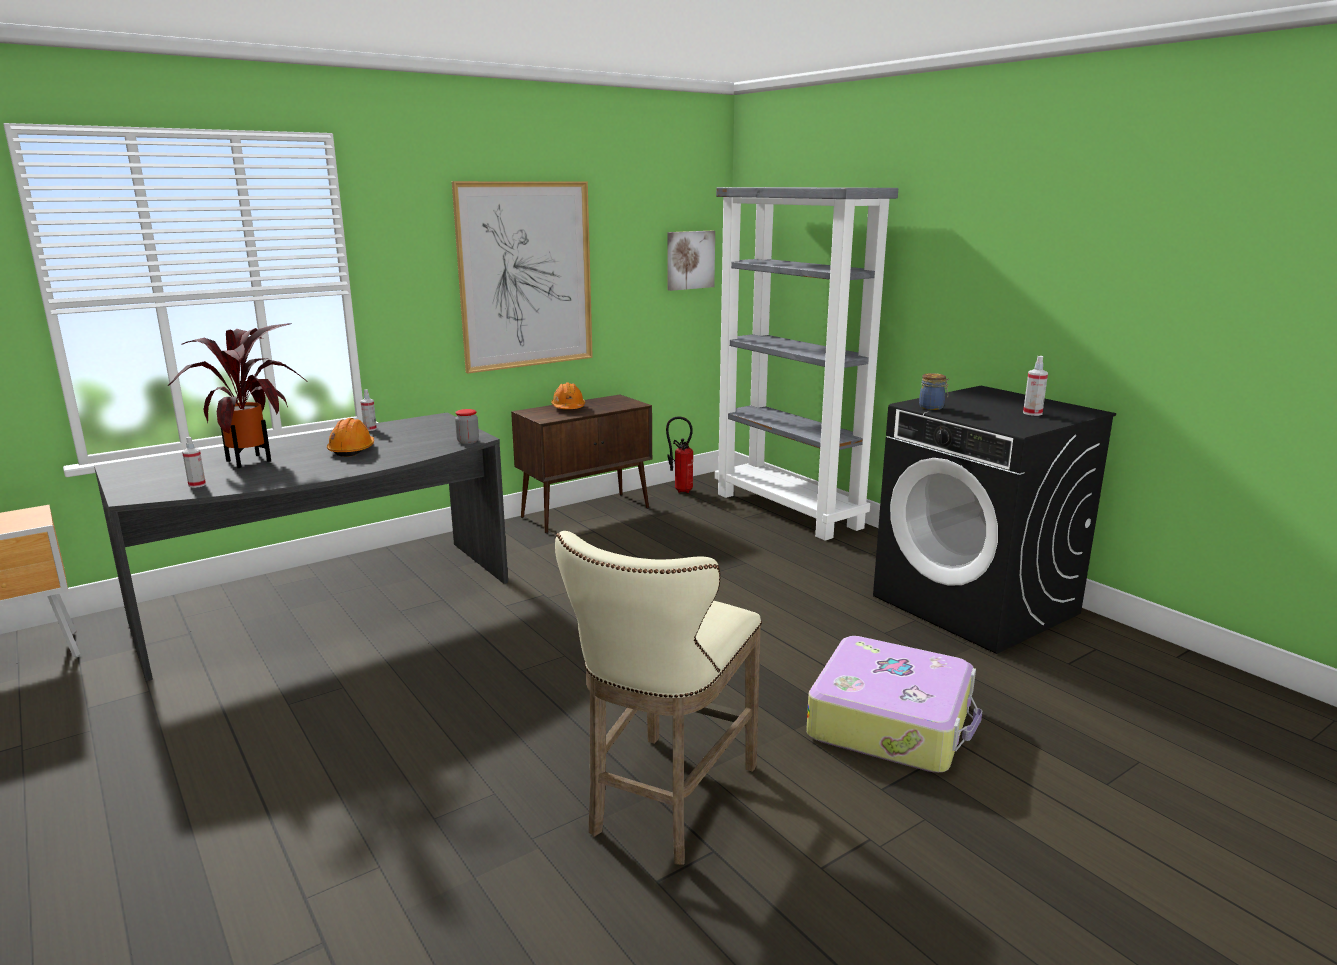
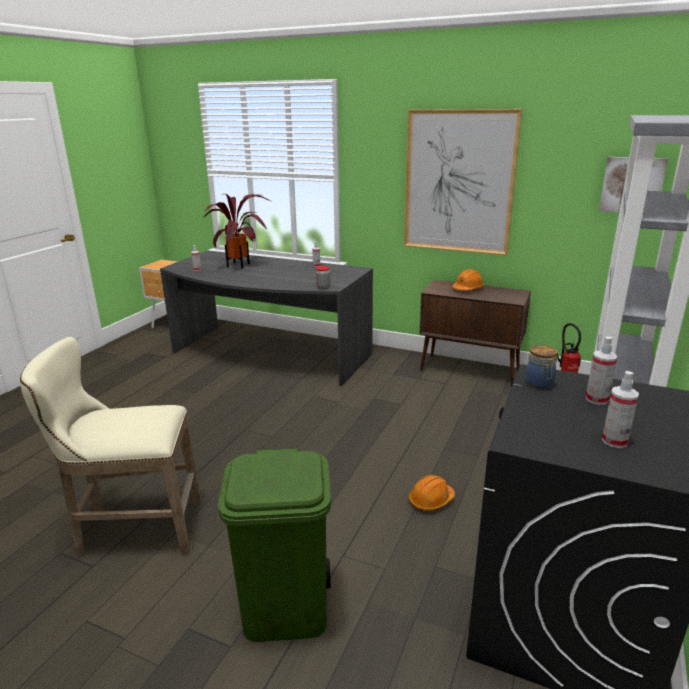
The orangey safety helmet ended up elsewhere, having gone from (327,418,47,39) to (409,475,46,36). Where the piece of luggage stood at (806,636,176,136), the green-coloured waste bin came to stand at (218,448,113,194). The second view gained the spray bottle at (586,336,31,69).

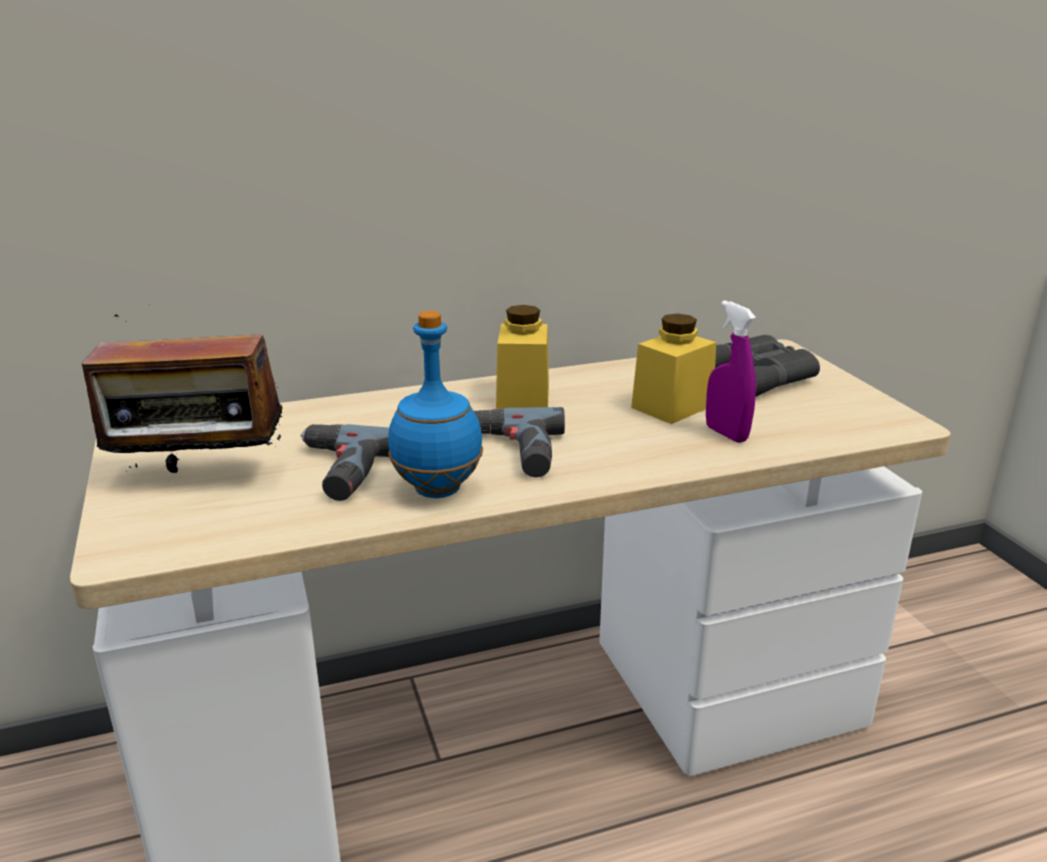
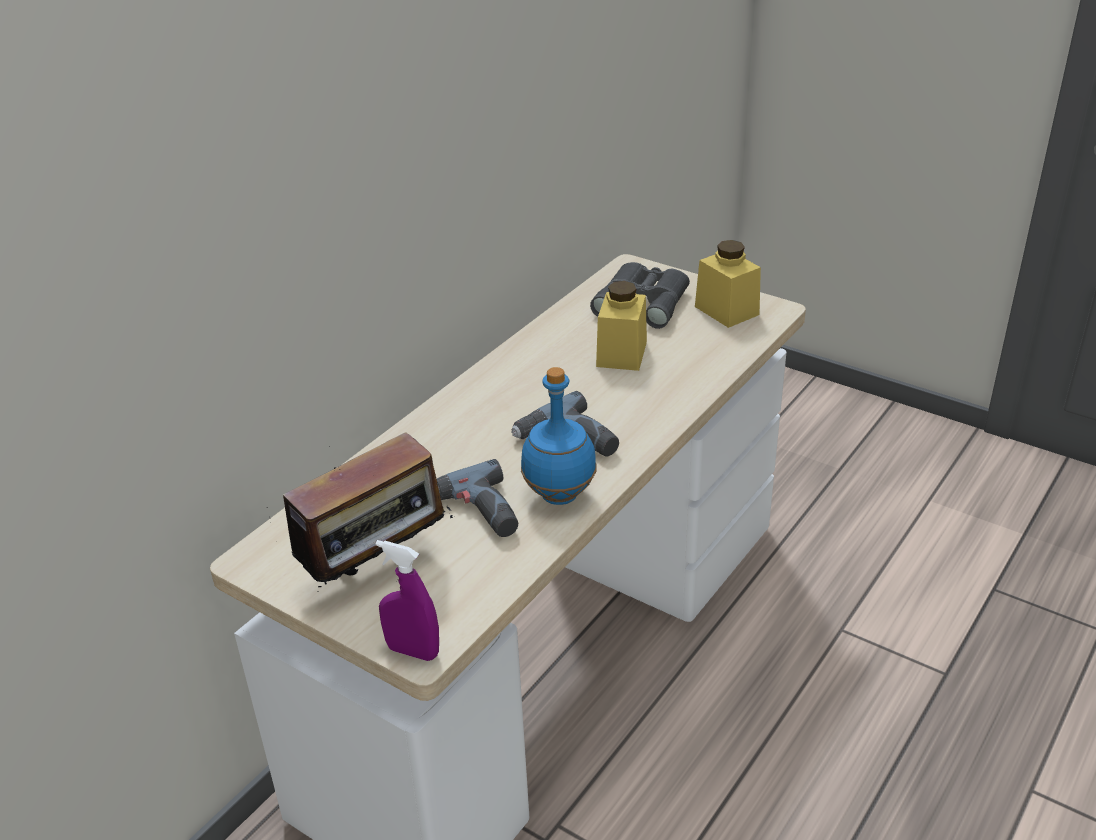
The yellow-coloured jar ended up elsewhere, having gone from (496,305,53,104) to (695,240,66,88). The purplish spray bottle ended up elsewhere, having gone from (706,300,50,143) to (376,540,63,121).

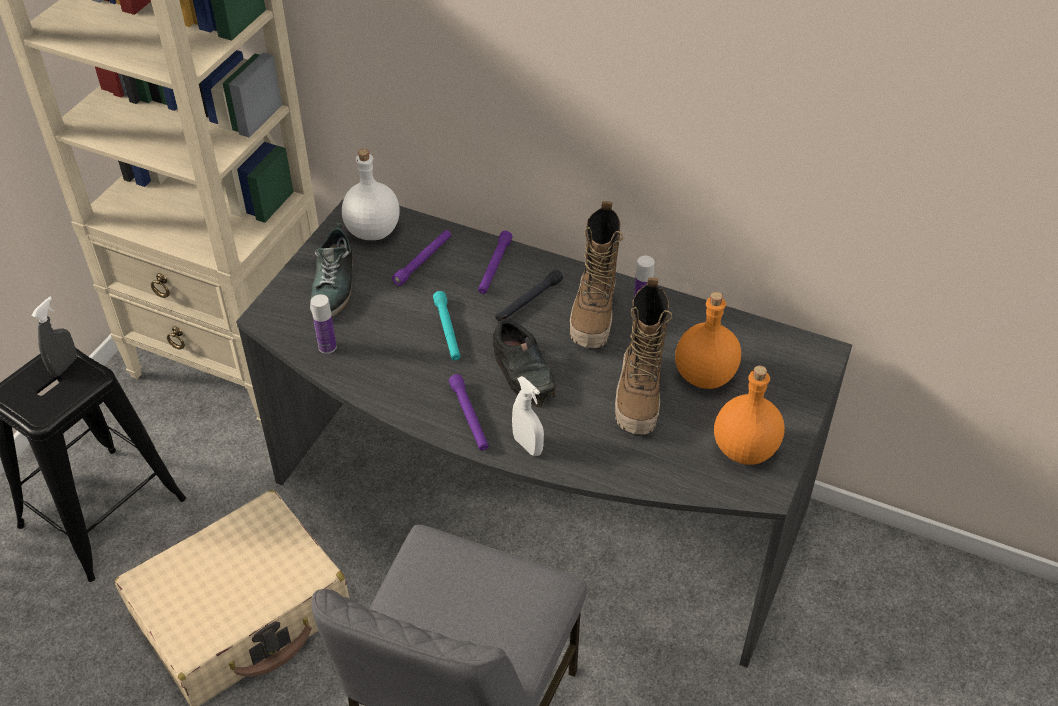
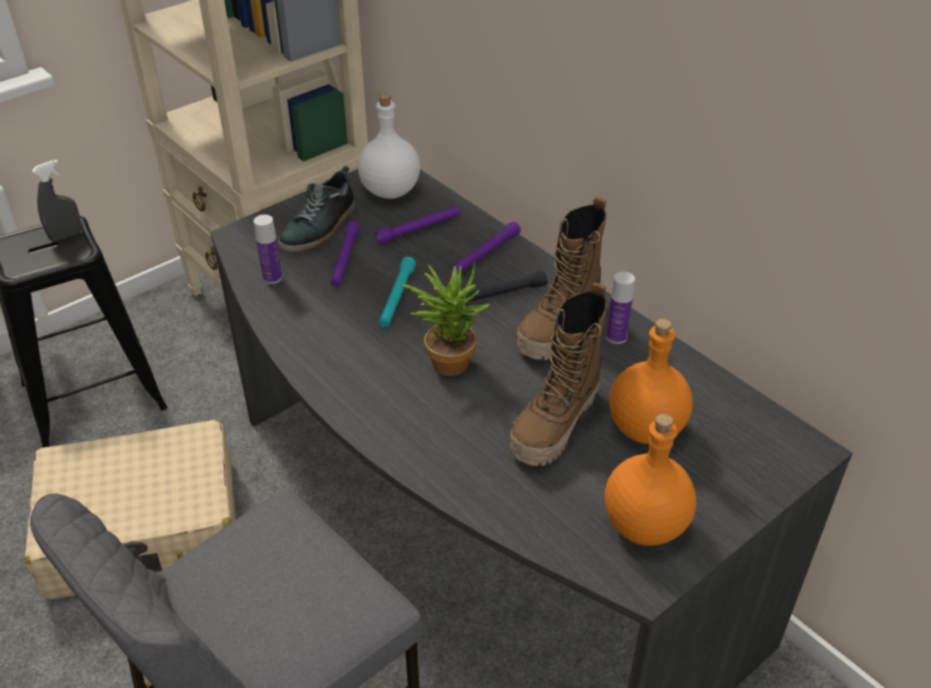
The purplish hand torch ended up elsewhere, having gone from (449,374,40,76) to (331,221,29,66). Where the black-coloured item of footwear stood at (493,315,63,93), the houseplant came to stand at (402,262,88,114). The second view lost the whitish spray bottle at (512,376,32,80).

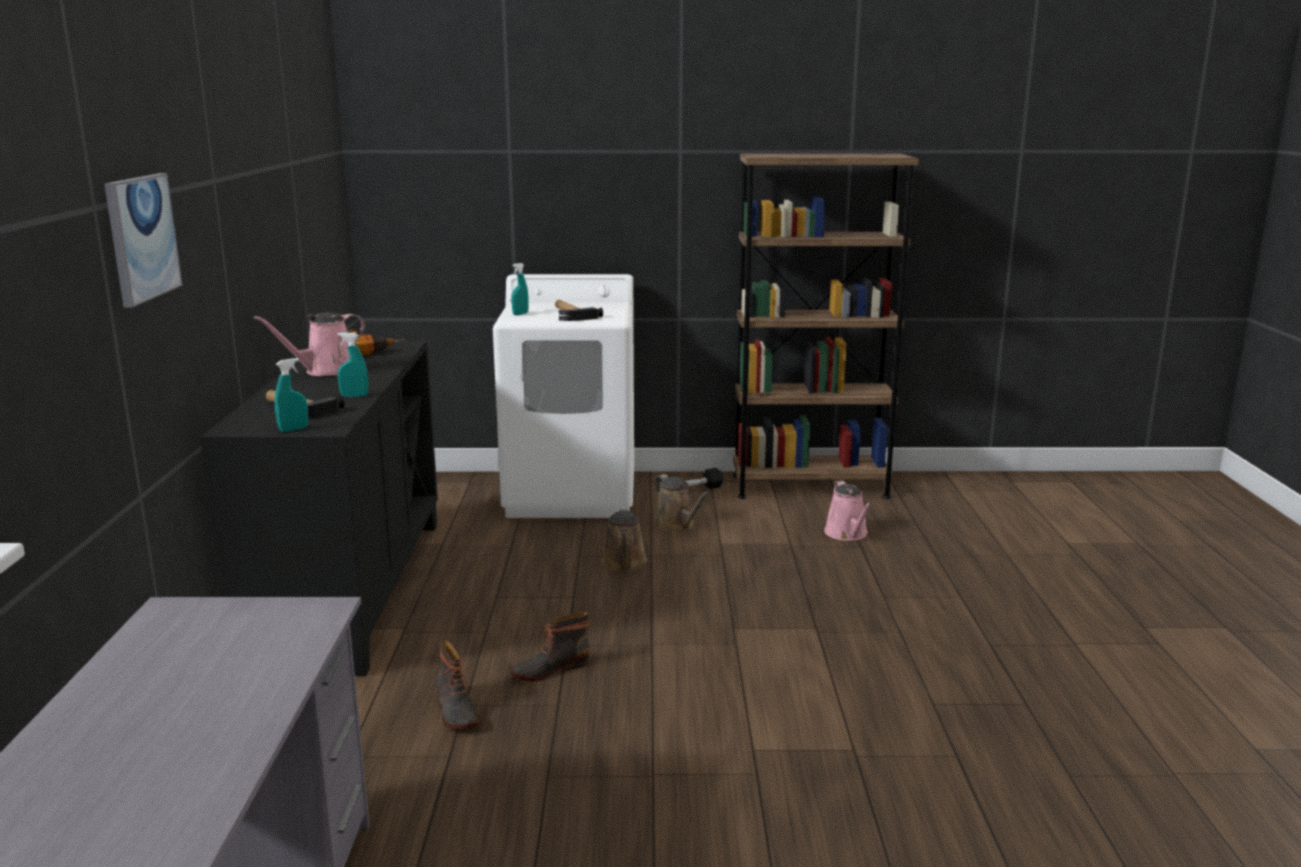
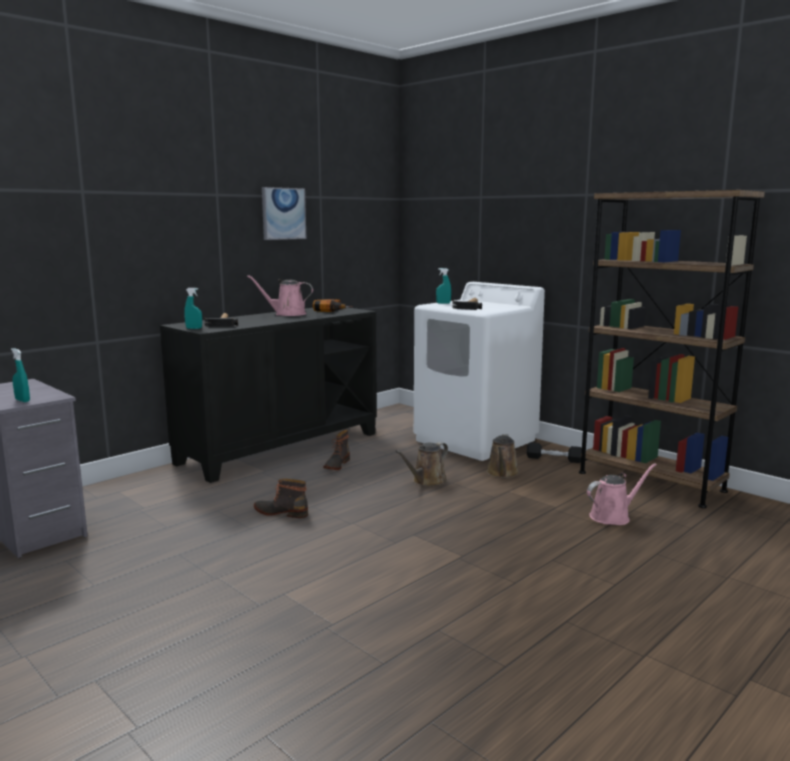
The wall art ended up elsewhere, having gone from (104,173,78,135) to (262,187,44,53). The turquoise-coloured spray bottle ended up elsewhere, having gone from (338,332,30,65) to (11,348,19,54). The high-top boot ended up elsewhere, having gone from (436,640,45,89) to (323,430,27,40). The pink watering can at (824,481,48,60) ended up facing another way, 150 degrees counterclockwise from before.

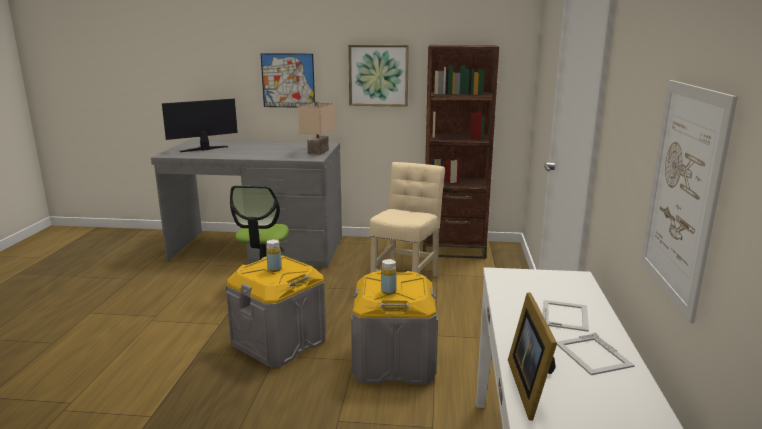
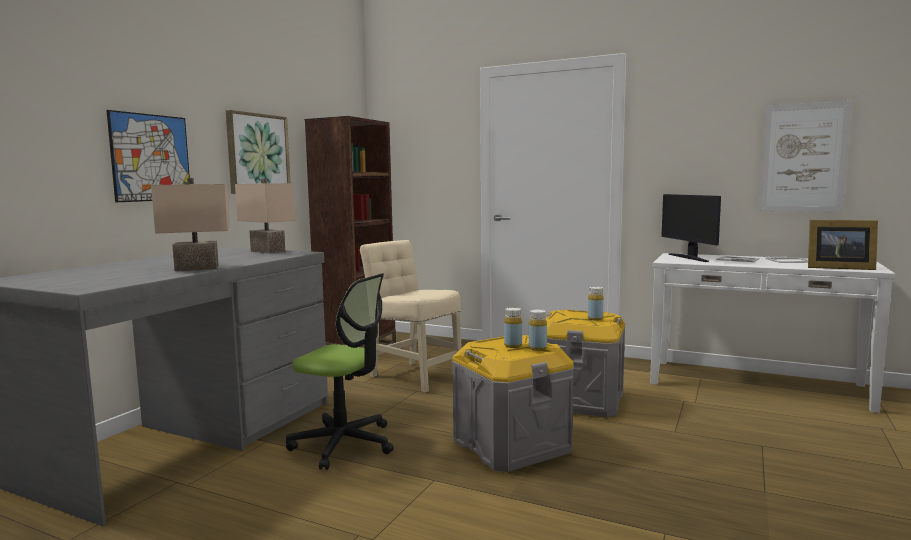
The computer screen ended up elsewhere, having gone from (162,99,76,53) to (661,194,60,68). The second view gained the beige lamp for a table at (151,178,79,93). The second view gained the yellow-coloured beverage bottle at (529,309,18,42).

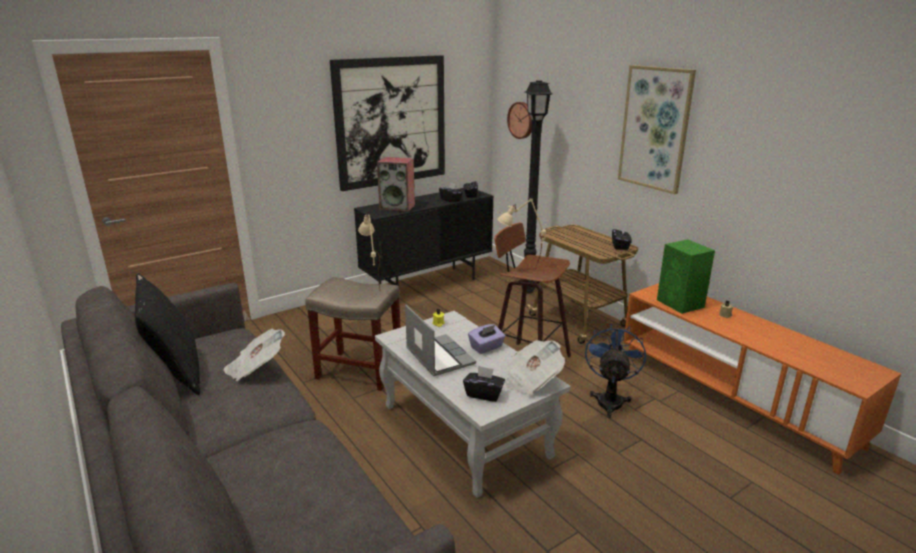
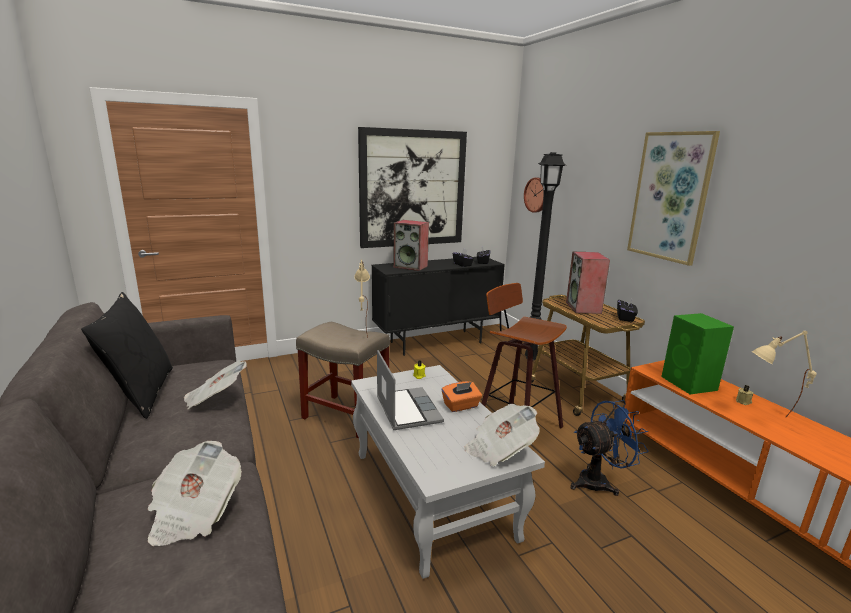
The second view lost the black-coloured box of tissues at (463,366,42,36). What was the purplish box of tissues at (468,324,38,30) turned into the orangey box of tissues at (442,381,40,31). The beige lamp for a table ended up elsewhere, having gone from (497,198,49,71) to (752,330,64,87). The bluish fan at (585,323,61,95) ended up facing another way, 45 degrees clockwise from before. The second view gained the newspaper at (147,441,95,105). The second view gained the speaker at (566,251,44,63).

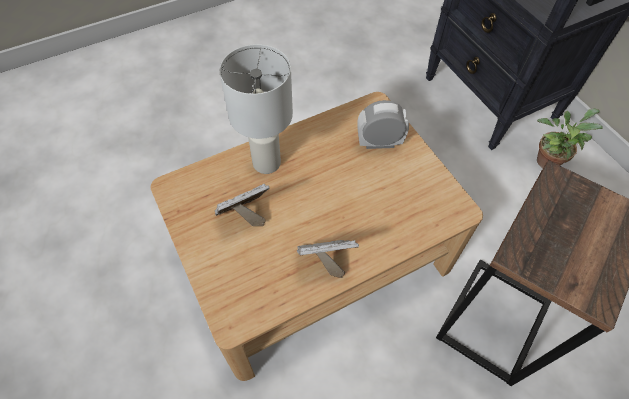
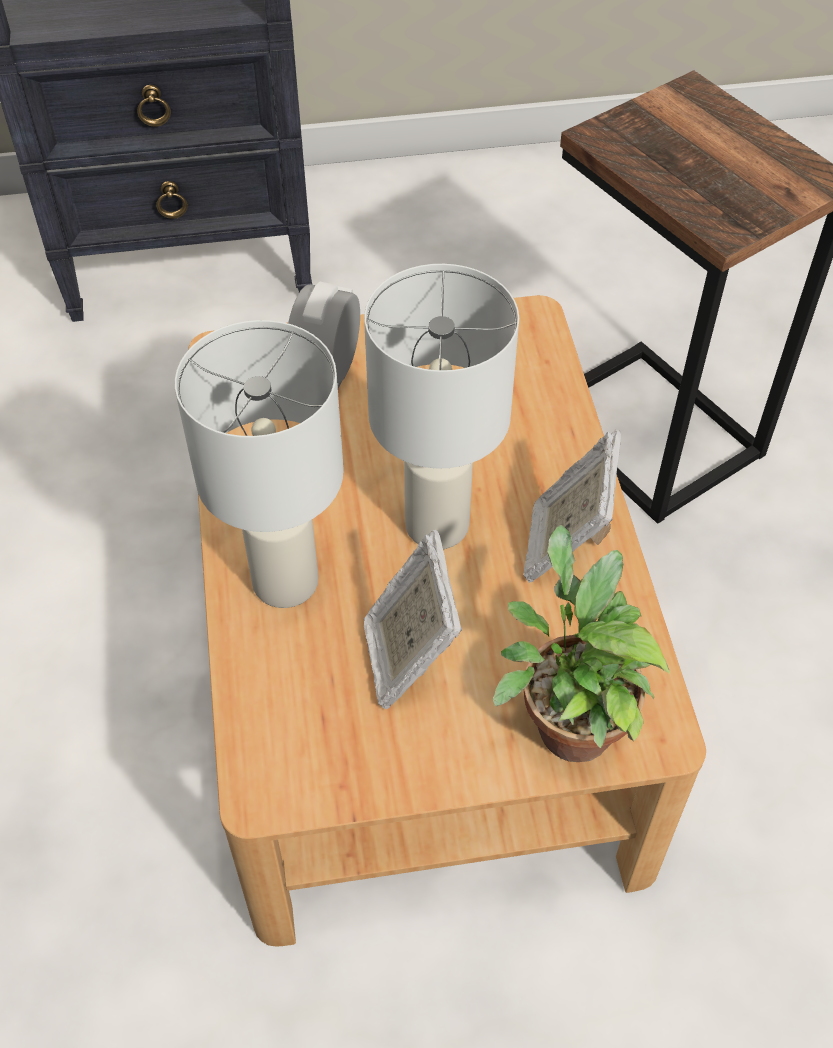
The houseplant ended up elsewhere, having gone from (537,109,66,59) to (493,525,177,237). The second view gained the whitish lamp for a table at (364,264,155,285).

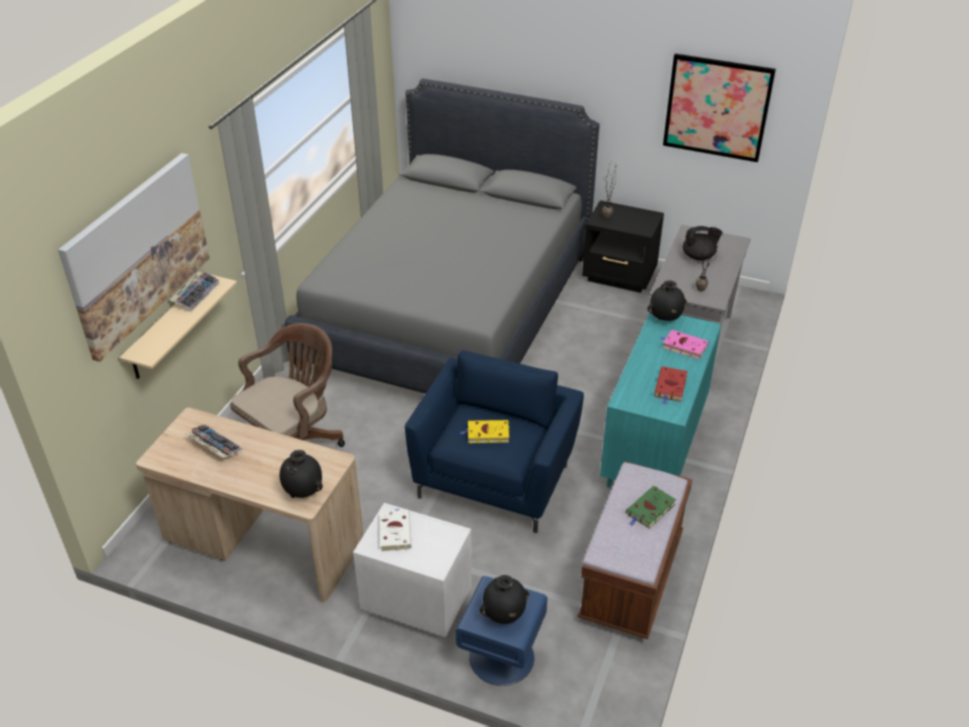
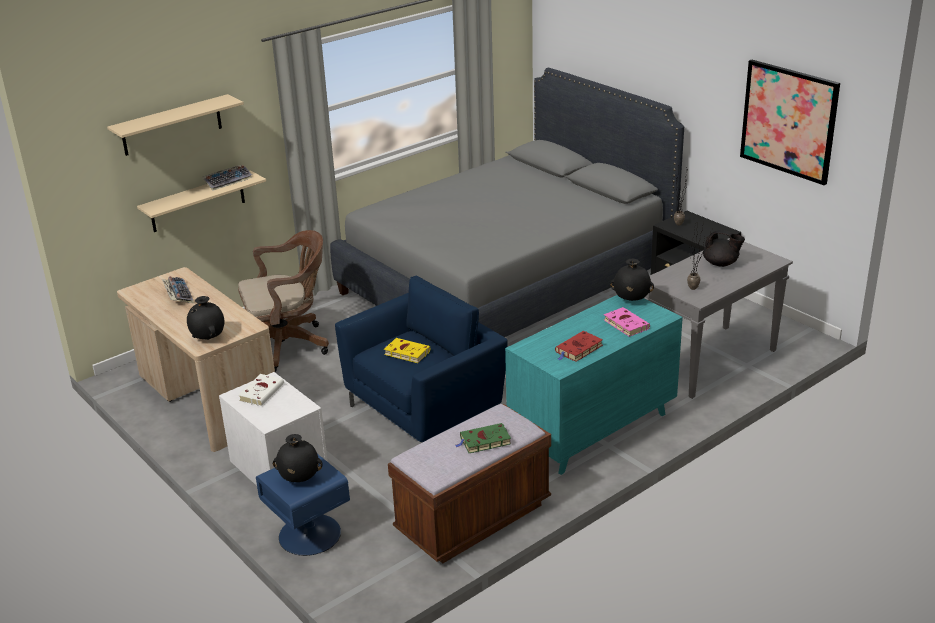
Where the wall art hung at (58,153,152,209), the beige shelf came to hang at (107,94,137,62).

